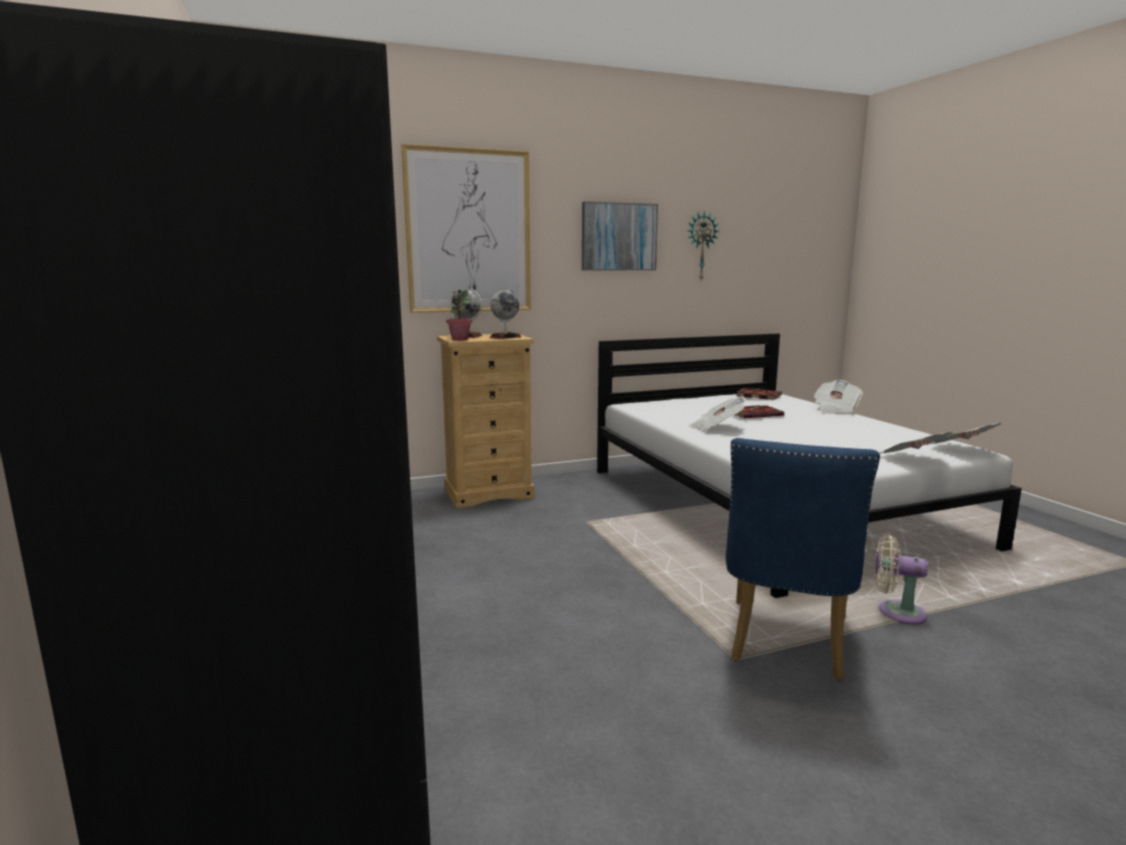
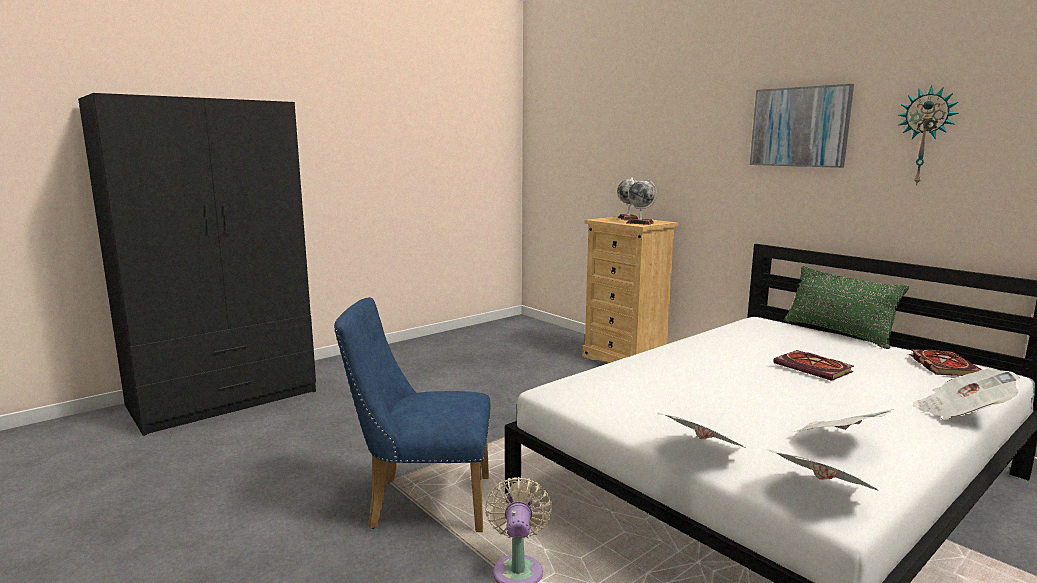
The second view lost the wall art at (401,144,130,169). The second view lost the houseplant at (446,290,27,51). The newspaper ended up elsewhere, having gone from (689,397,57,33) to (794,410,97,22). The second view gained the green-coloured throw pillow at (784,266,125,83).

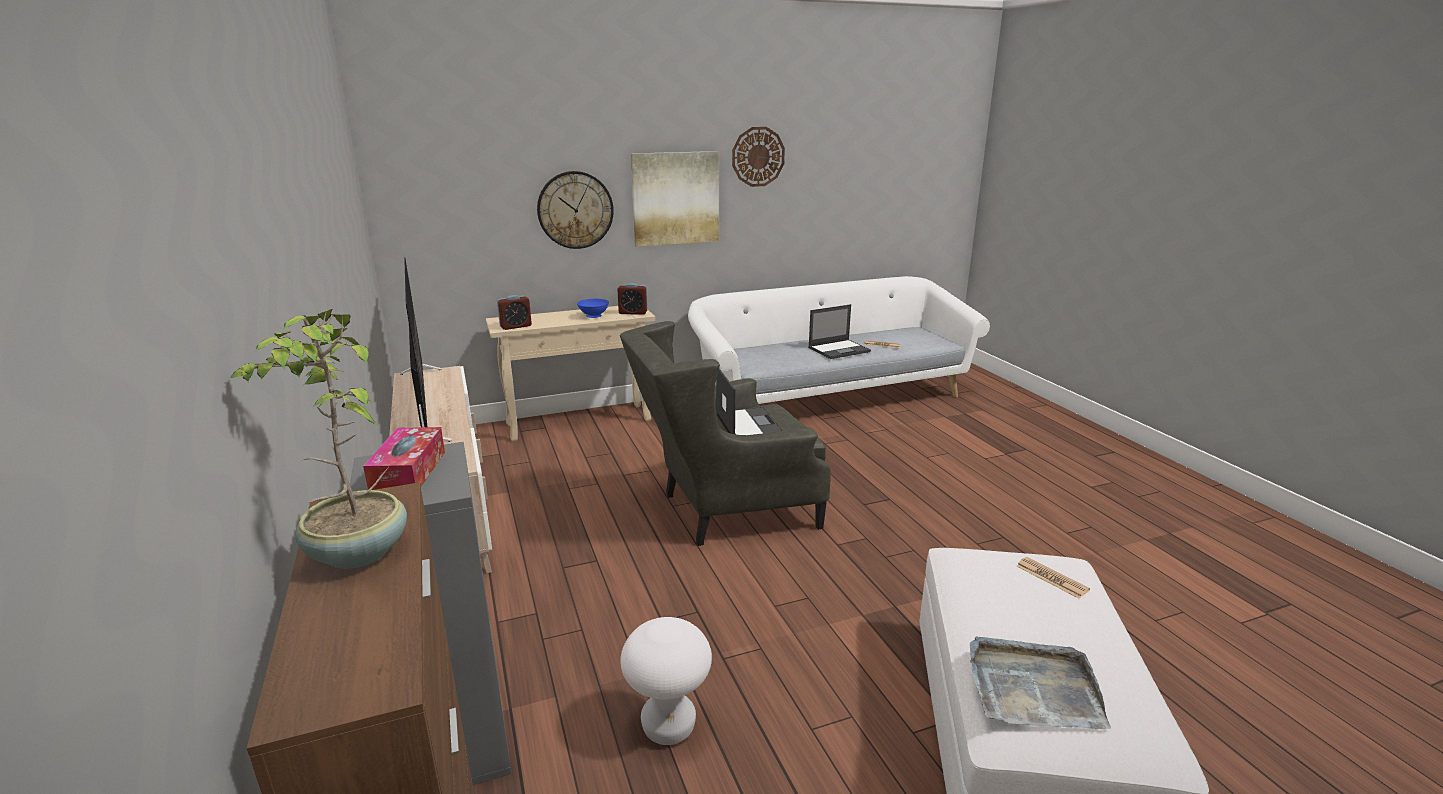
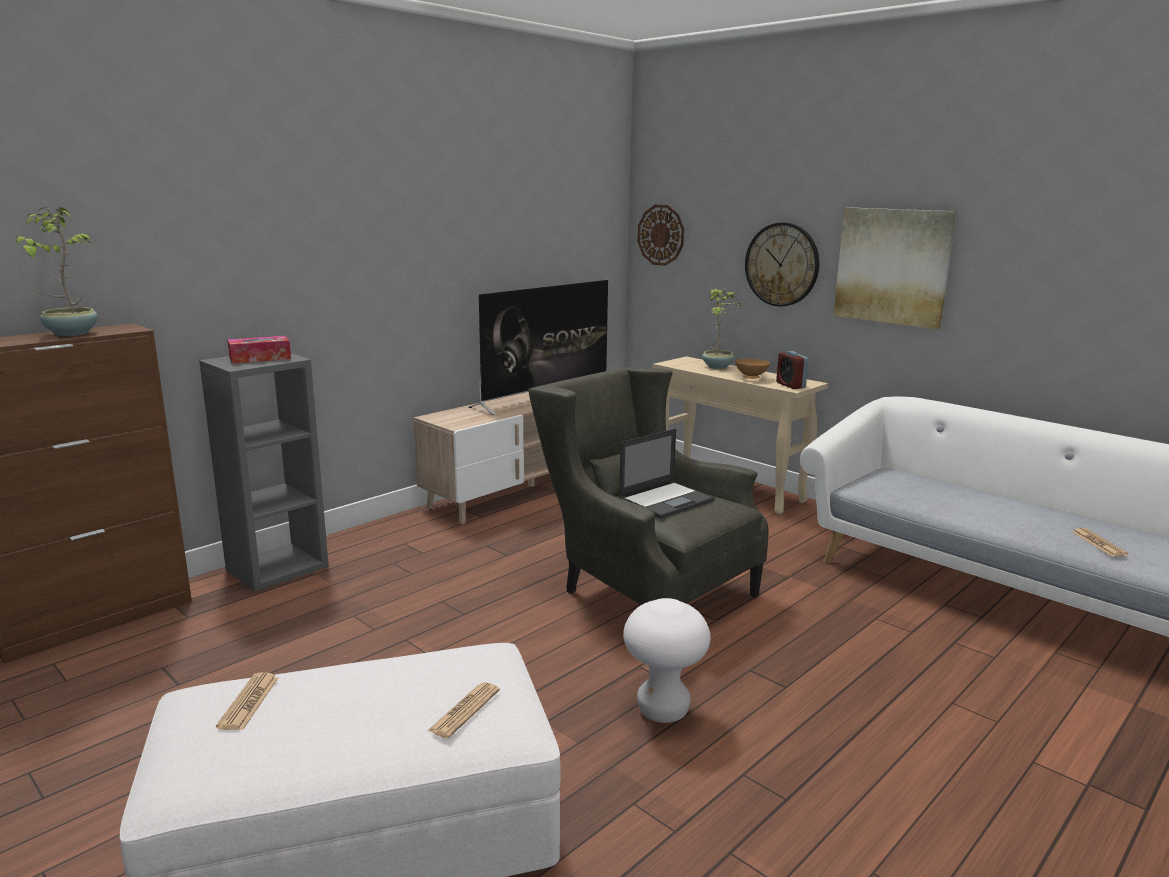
The second view lost the bedside clock at (497,295,35,35). What was the bluish deep dish at (577,299,32,19) turned into the brown-coloured deep dish at (735,359,35,20). The whitish stool seat ended up elsewhere, having gone from (620,617,92,128) to (623,598,88,125). The clock on the wall ended up elsewhere, having gone from (732,127,53,60) to (638,205,46,61). The second view lost the portable computer at (808,304,63,55). Where the grey tray stood at (970,636,141,93), the newspaper came to stand at (216,672,62,58). The second view gained the houseplant at (702,289,38,80).

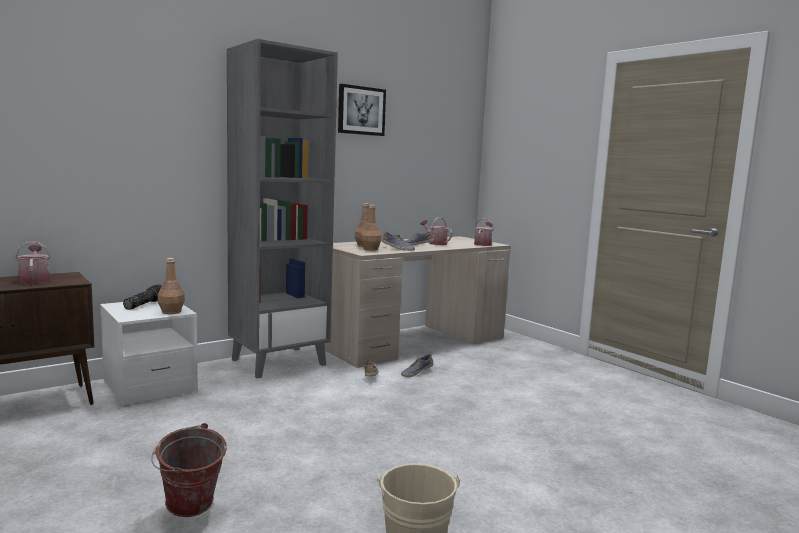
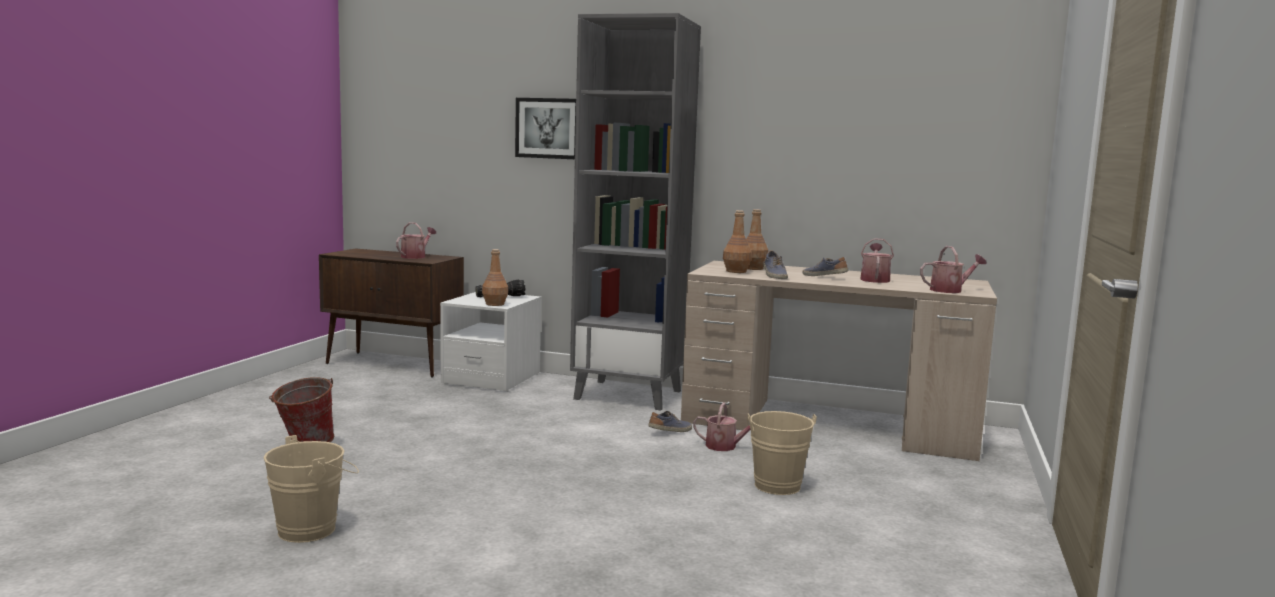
The wall art ended up elsewhere, having gone from (338,84,48,52) to (515,98,61,61). Where the item of footwear stood at (401,354,33,23), the watering can came to stand at (693,403,57,48). The second view gained the beige water bucket at (747,411,70,84).

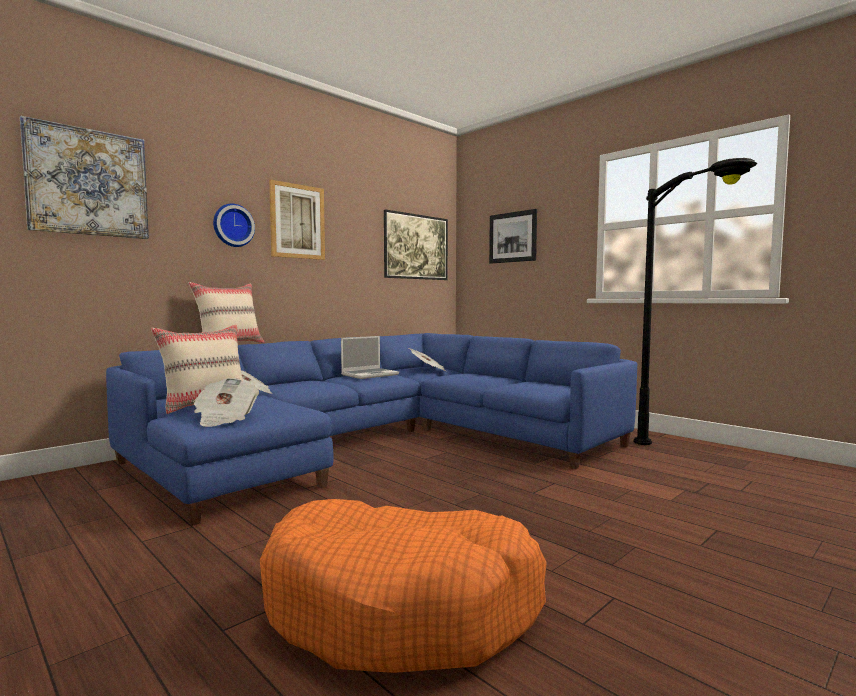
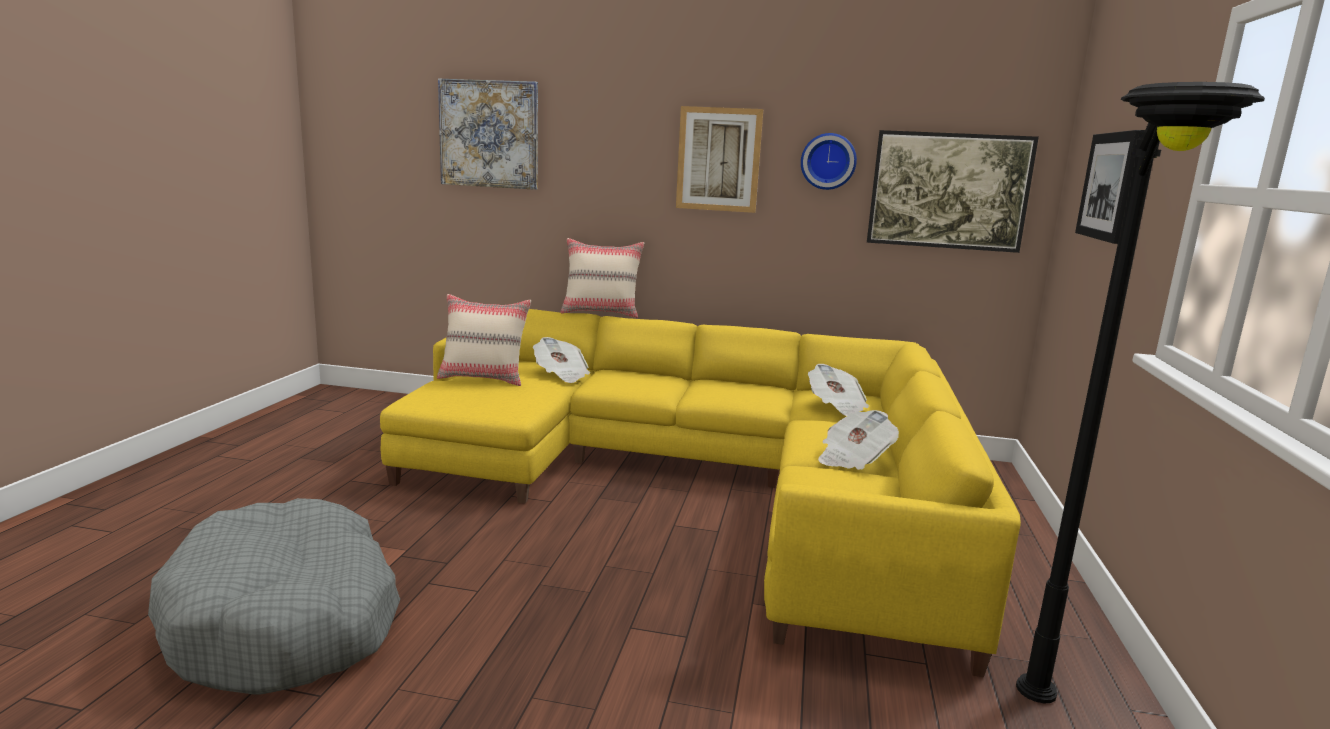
What was the bluish sofa at (106,333,531,193) turned into the yellow-coloured sofa at (380,309,641,368). The newspaper ended up elsewhere, having gone from (193,378,66,49) to (818,410,81,60). The clock on the wall ended up elsewhere, having gone from (213,204,42,43) to (801,133,56,57). What was the orangey dog cushion at (260,499,287,174) turned into the grey dog cushion at (148,498,252,197). The second view lost the portable computer at (341,336,58,43).

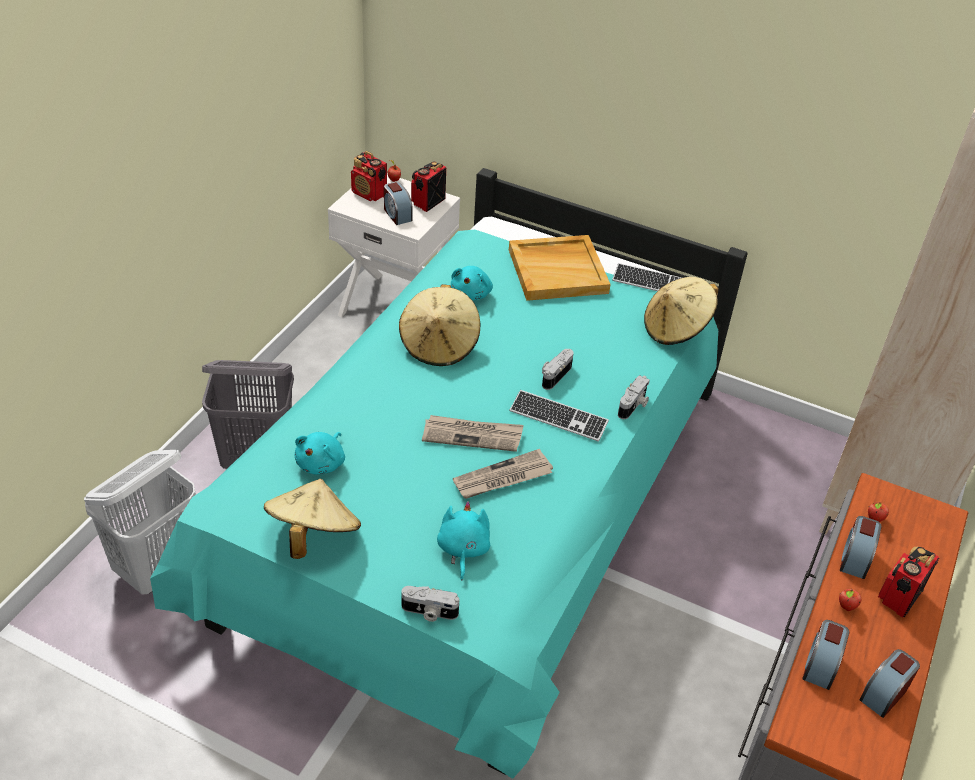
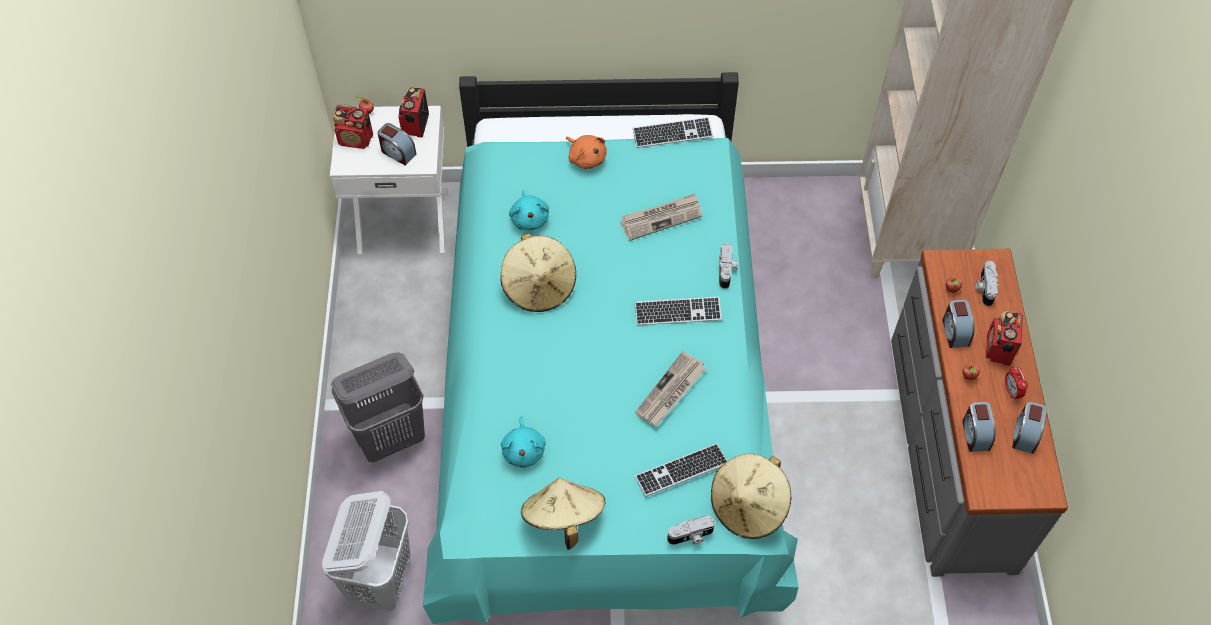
The newspaper ended up elsewhere, having gone from (422,415,102,37) to (620,193,82,48). Where the turquoise-coloured plush toy stood at (437,501,53,80), the keyboard came to stand at (635,443,92,54). Where the beige tray stood at (509,235,102,66), the orangey plush toy came to stand at (566,135,41,34). The still camera ended up elsewhere, having gone from (542,349,32,41) to (976,261,23,46). The beige hat ended up elsewhere, having gone from (644,277,75,68) to (711,454,80,85). The second view gained the bedside clock at (1005,367,23,33).

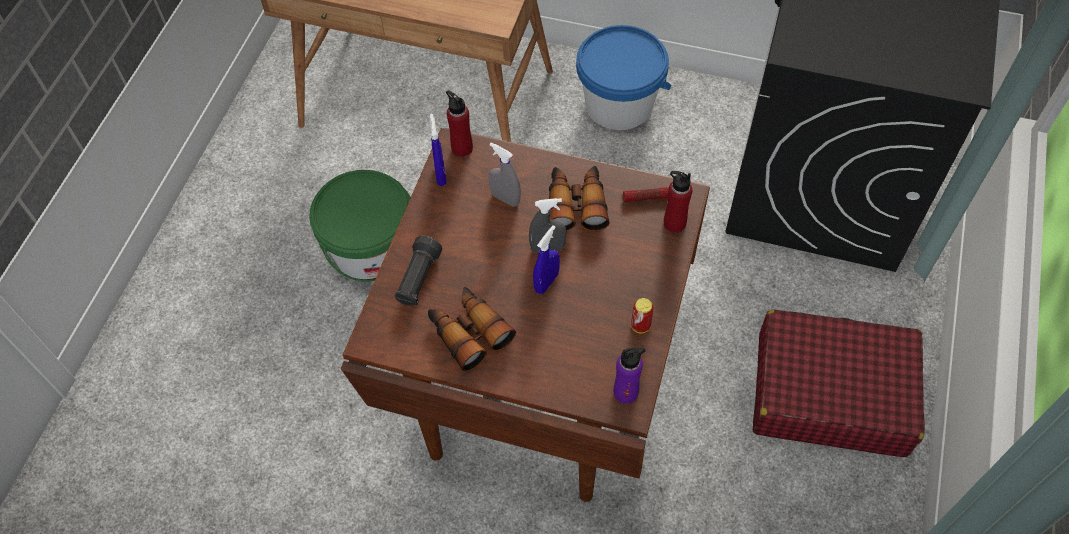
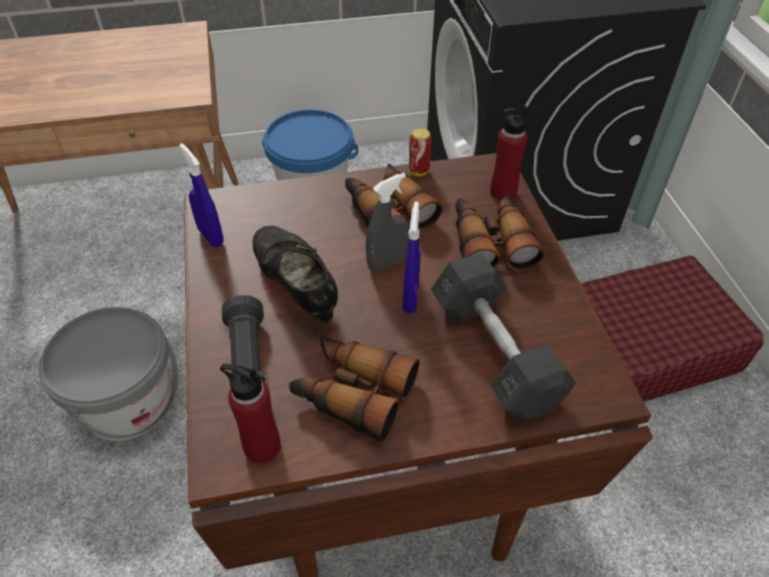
What was the green-coloured water bucket at (309,170,102,112) turned into the grey water bucket at (39,307,139,134). The reddish beverage bottle ended up elsewhere, having gone from (446,91,27,66) to (220,364,61,99). The second view lost the grey spray bottle at (489,142,32,65). The second view lost the purplish beverage bottle at (614,348,31,56). The second view lost the hand torch at (623,187,46,15). The sealed can ended up elsewhere, having gone from (631,298,23,35) to (409,128,23,48). The second view gained the black-coloured item of footwear at (253,226,85,97). The second view gained the grey dumbbell at (431,252,145,169). The second view gained the pair of binoculars at (455,194,89,76).

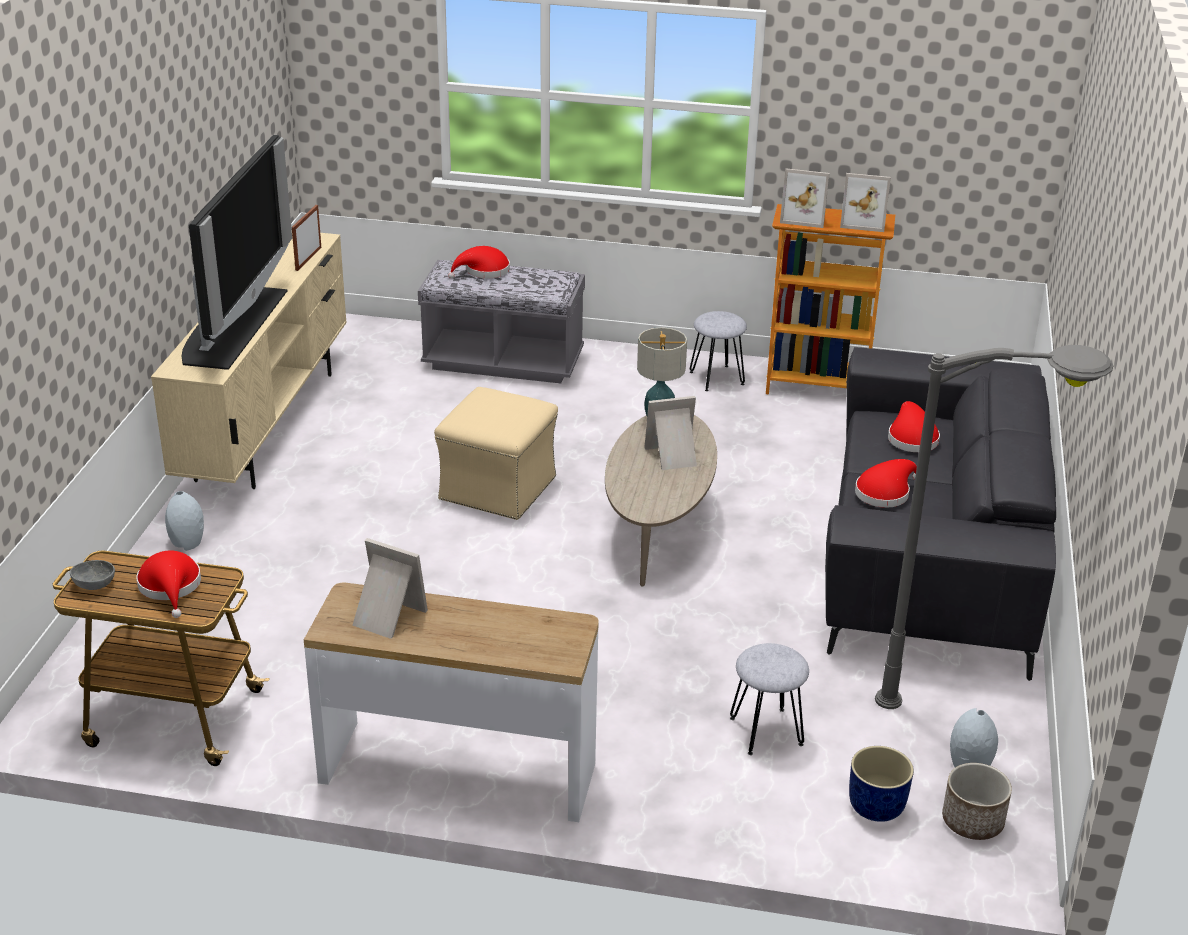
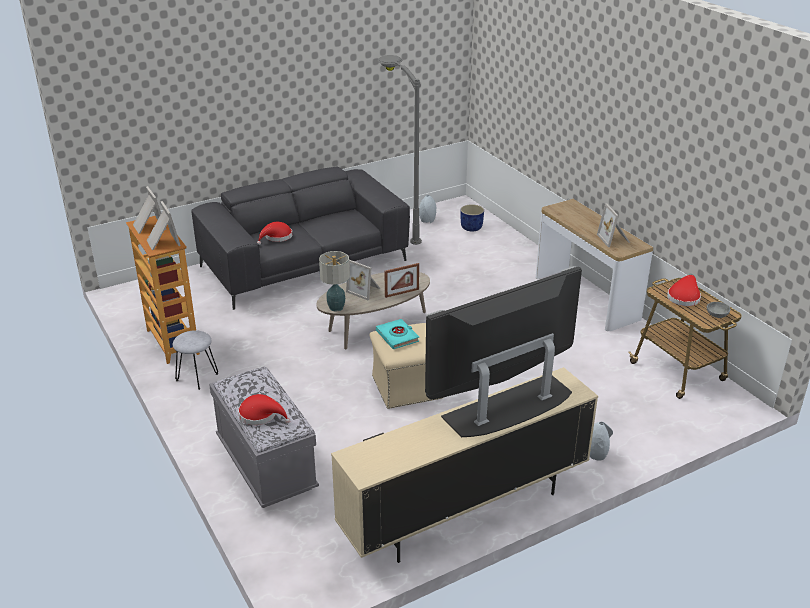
The photo frame ended up elsewhere, having gone from (292,205,29,66) to (384,263,35,35). The second view lost the grey stool seat at (730,643,79,112). The second view lost the reddish hat at (855,459,62,49). The second view lost the planter at (942,763,70,77). The second view gained the turquoise-coloured volume at (376,319,43,30).

